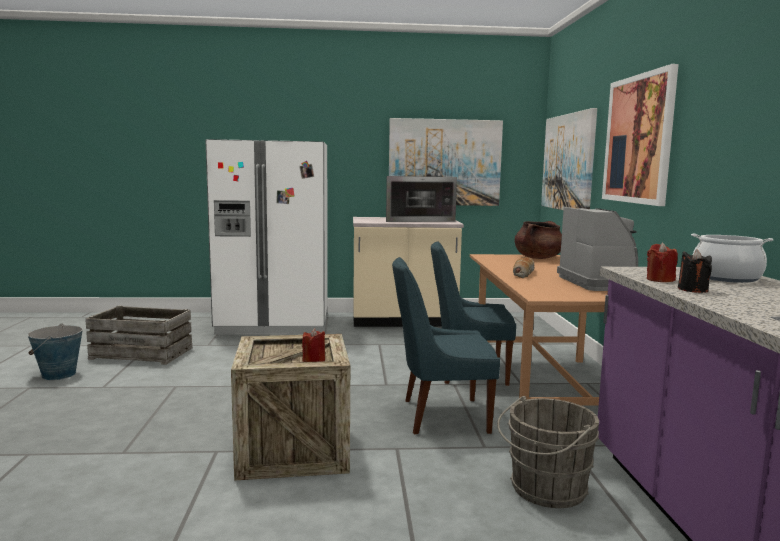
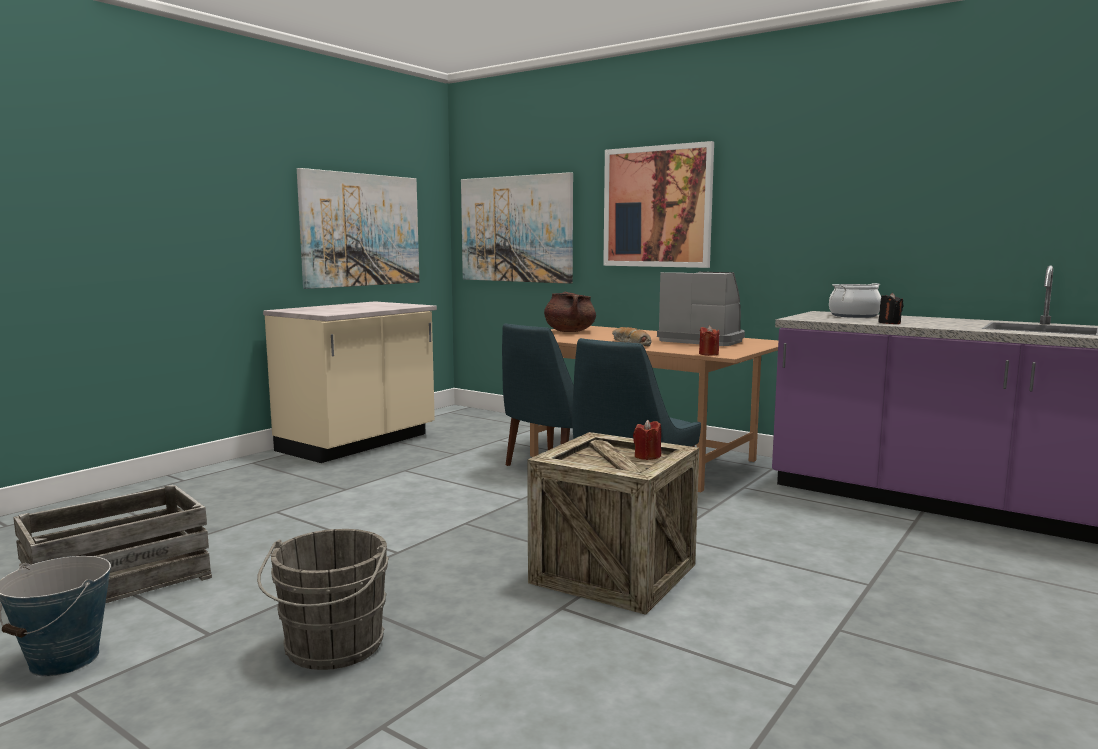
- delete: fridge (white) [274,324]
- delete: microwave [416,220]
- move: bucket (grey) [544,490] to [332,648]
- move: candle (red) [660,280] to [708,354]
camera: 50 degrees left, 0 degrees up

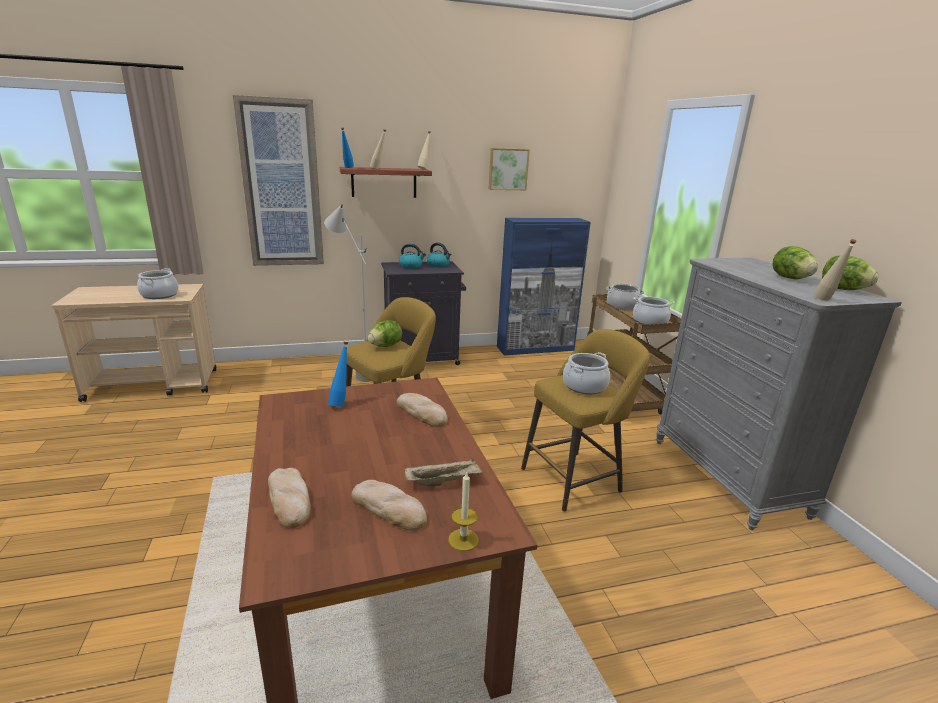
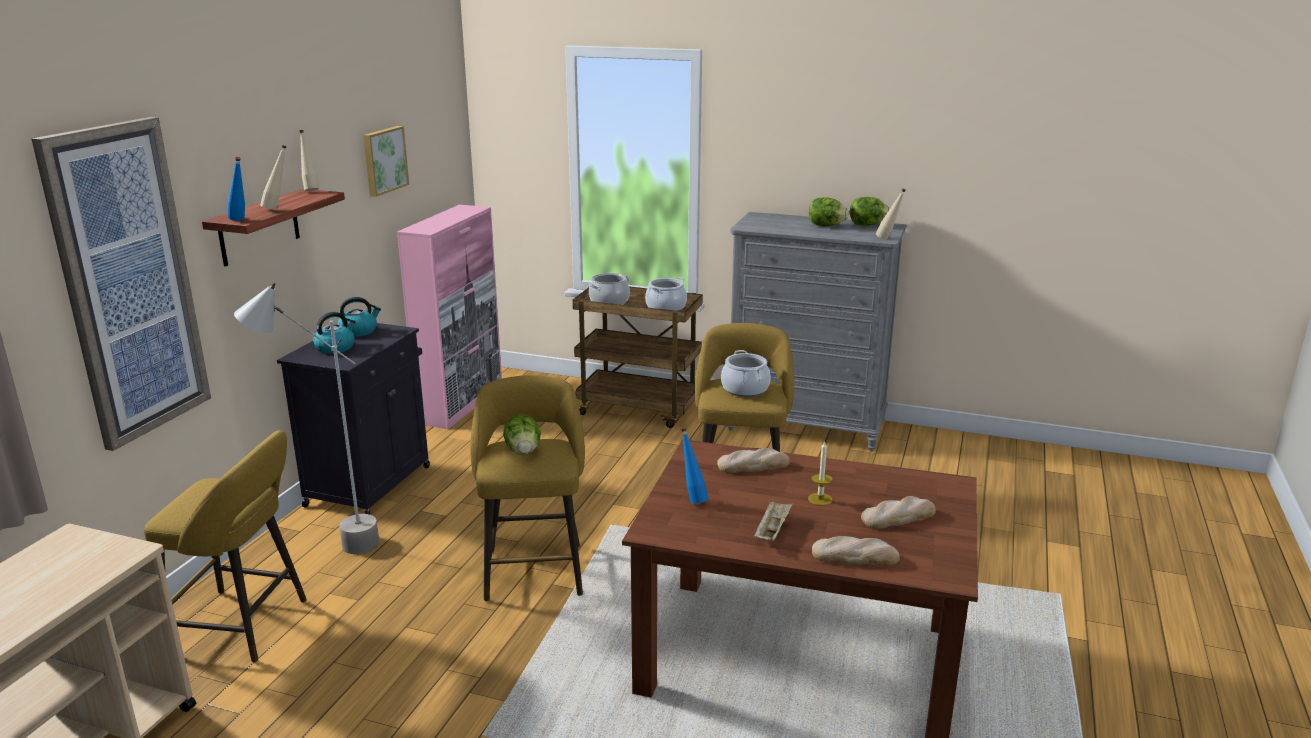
- delete: cooking pot [160,295]
- insert: stool (yellow) [245,626]
- move: tray (beige) [443,481] to [772,531]
- move: candle [463,539] to [820,499]
- recolor: cabinet (blue) [536,348] to cabinet (pink) [461,403]
camera: 55 degrees left, 0 degrees up

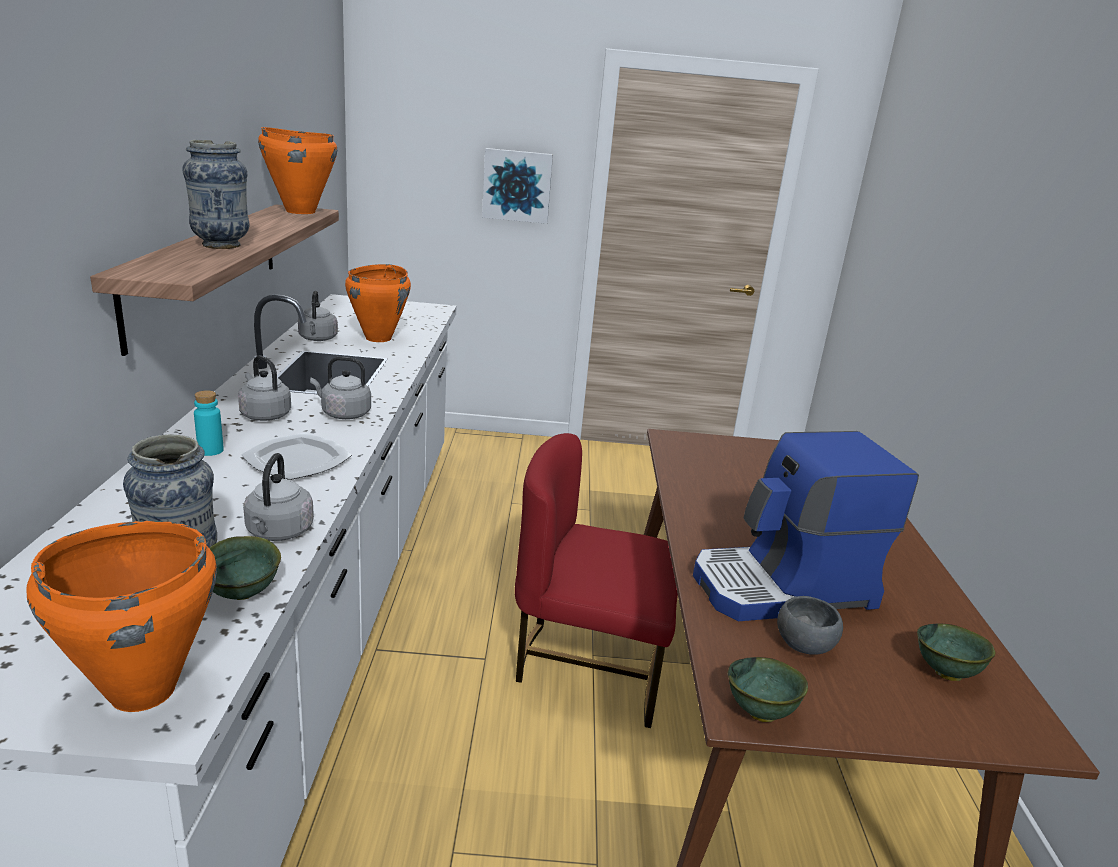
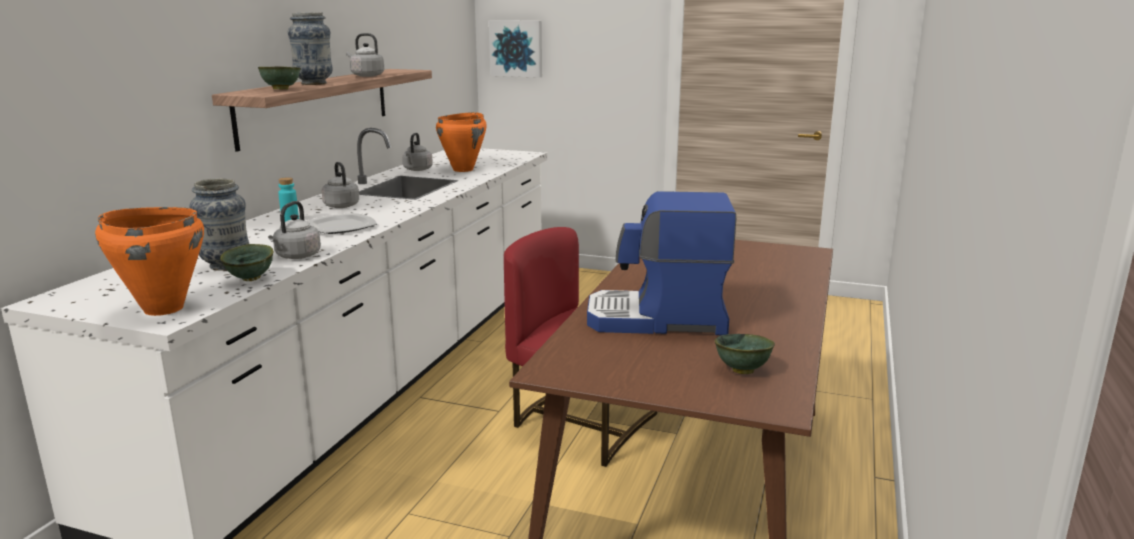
- delete: cooking pot (orange) [300,211]
- delete: bowl (grey) [804,644]
- move: kettle (grey) [343,414] to [366,76]
- move: picture [517,185] to [516,48]
- move: bowl (green) [759,712] to [280,89]
camera: 20 degrees right, 5 degrees down

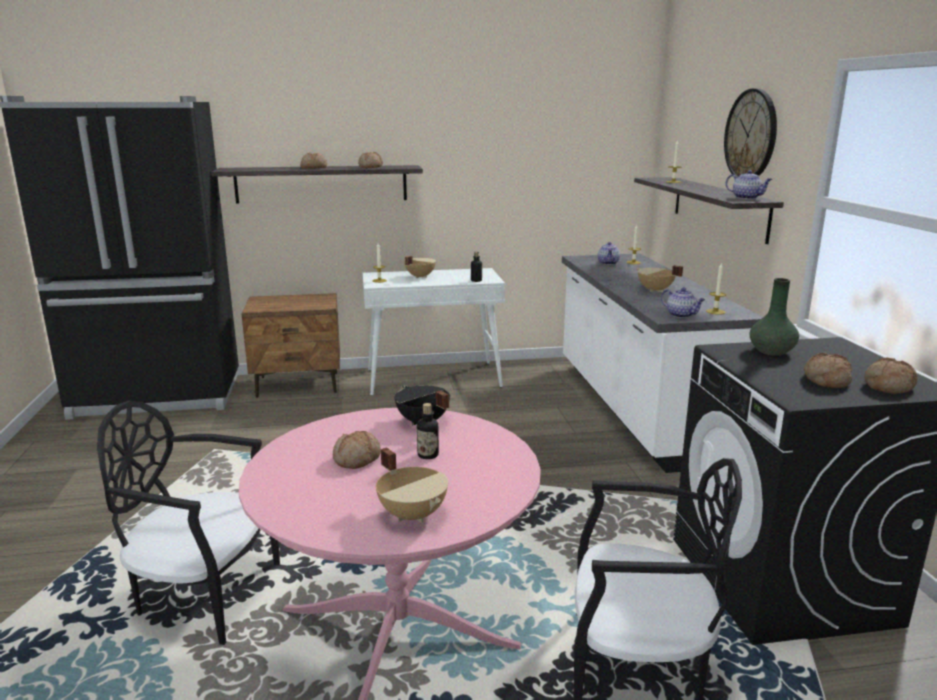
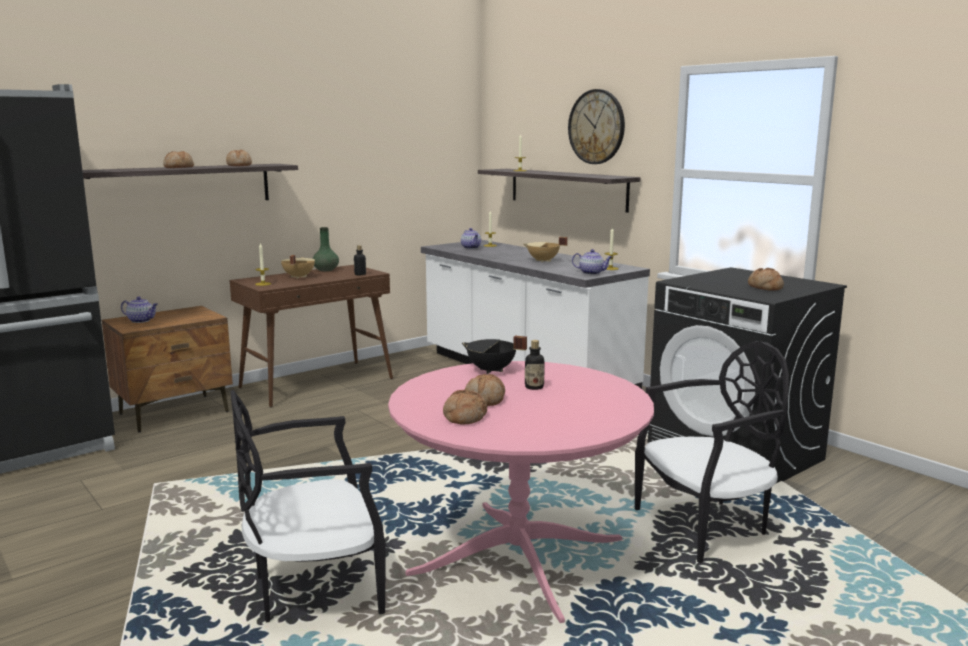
- delete: cooking pot (beige) [413,514]
- move: teapot [747,198] to [141,321]
- move: vase (green) [771,351] to [326,270]
- move: bread [887,386] to [464,417]
- recolor: console table (white) [434,378] to console table (brown) [317,383]
camera: 30 degrees left, 5 degrees down

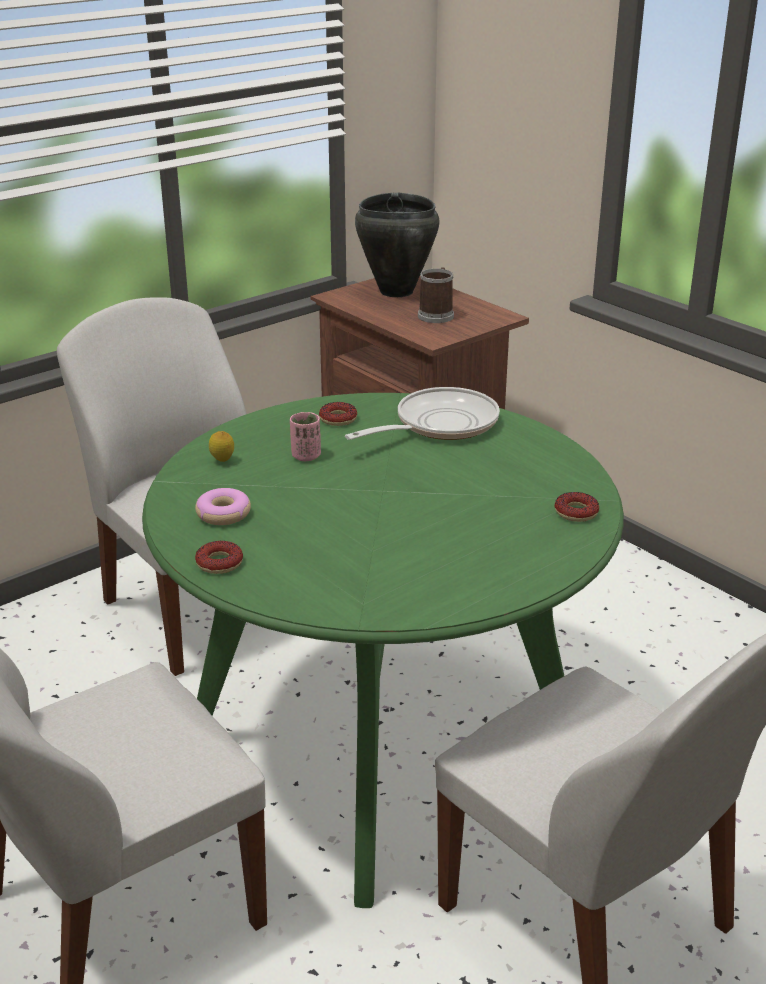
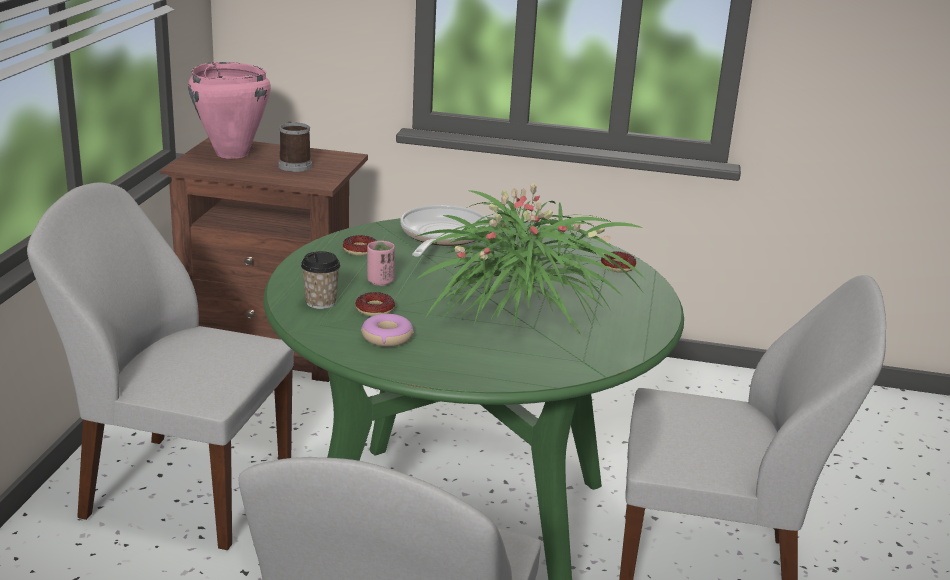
- insert: potted plant [521,307]
- move: donut [219,563] to [374,310]
- replace: lemon [222,461] to cup [320,302]
- recolor: cooking pot (black) [395,292] to cooking pot (pink) [232,154]
camera: 40 degrees left, 5 degrees down

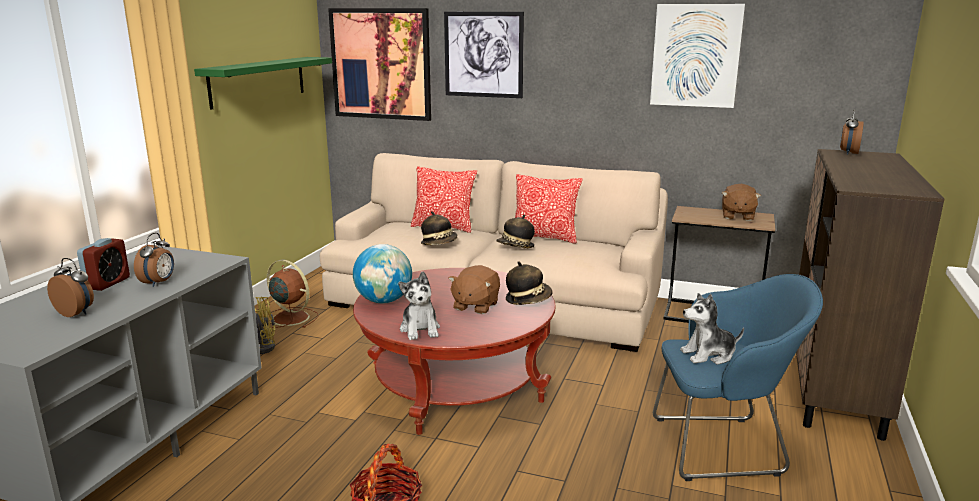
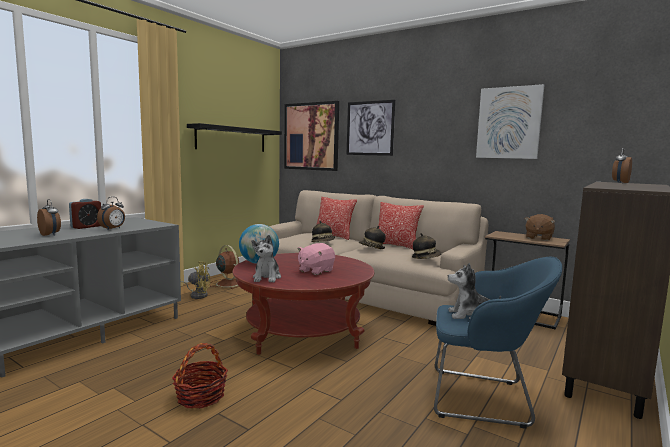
- move: hat [528,299] to [426,258]
- recolor: shelf (green) [258,81] to shelf (black) [232,139]
- recolor: plush toy (brown) [475,306] to plush toy (pink) [315,271]
camera: 15 degrees right, 10 degrees down

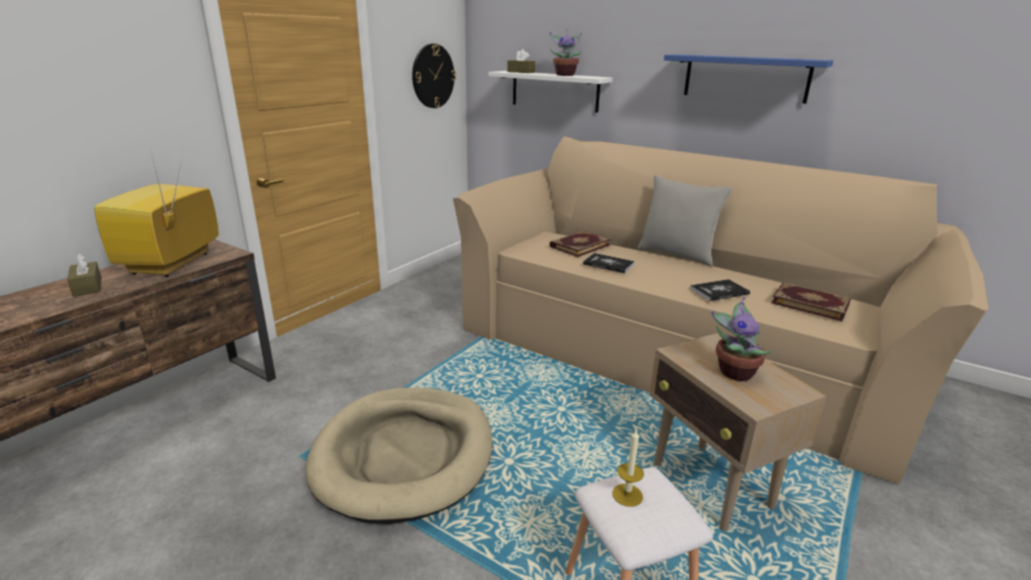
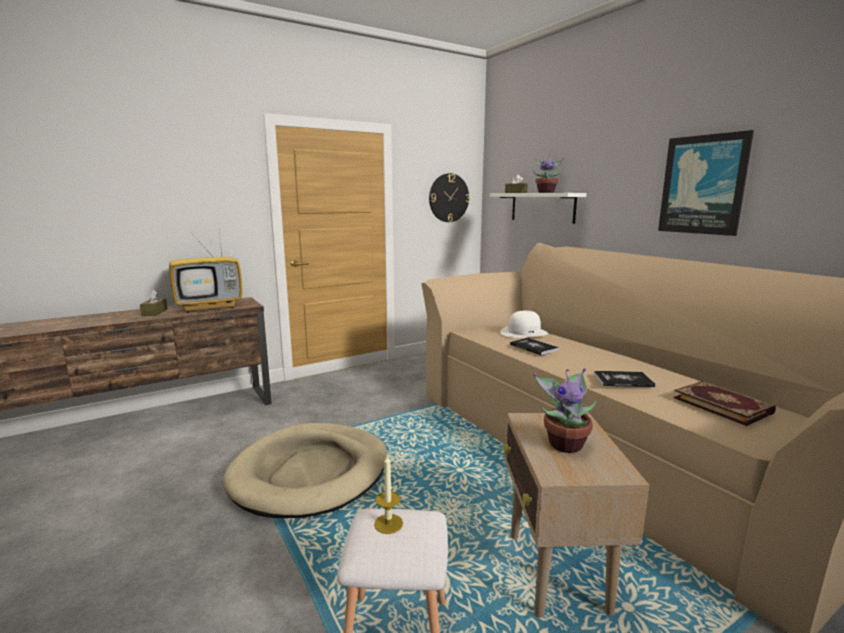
- delete: pillow (grey) [677,254]
- replace: book [579,245] to hat (white) [524,332]
- replace: shelf (blue) [745,78] to picture [703,185]
- rotate: television [172,264] = [210,307] 150 degrees counterclockwise
camera: 25 degrees right, 10 degrees down

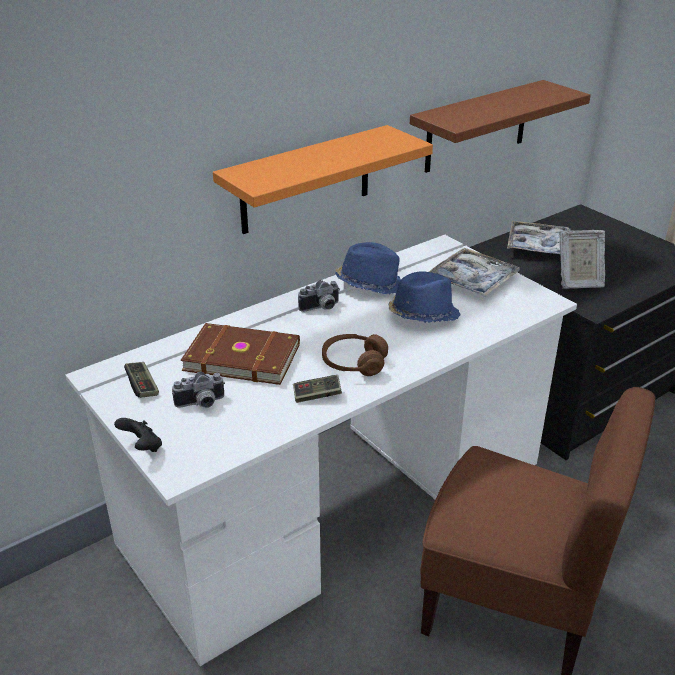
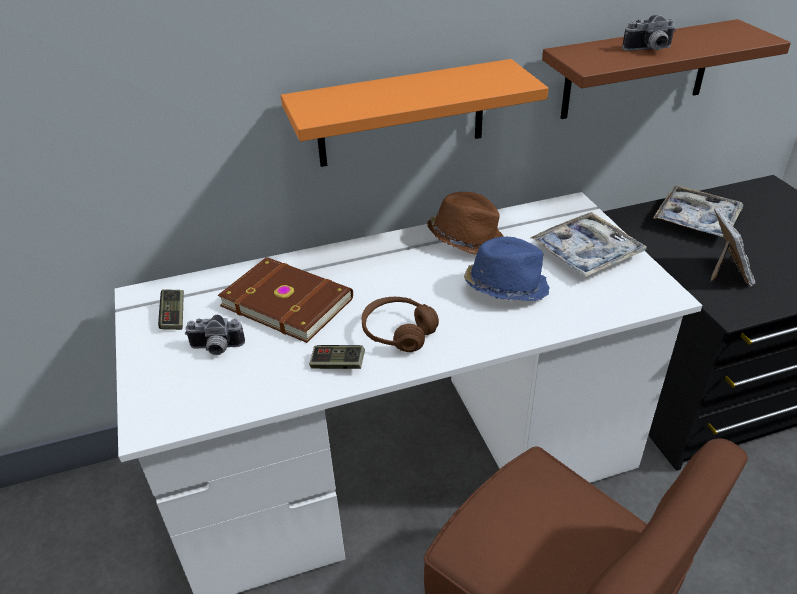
- delete: game controller (black) [142,447]
- move: photo camera [321,308] to [649,50]
- recolor: hat (blue) [369,284] to hat (brown) [466,239]
- rotate: picture frame [578,282] = [726,273] 105 degrees counterclockwise
camera: 20 degrees right, 5 degrees up

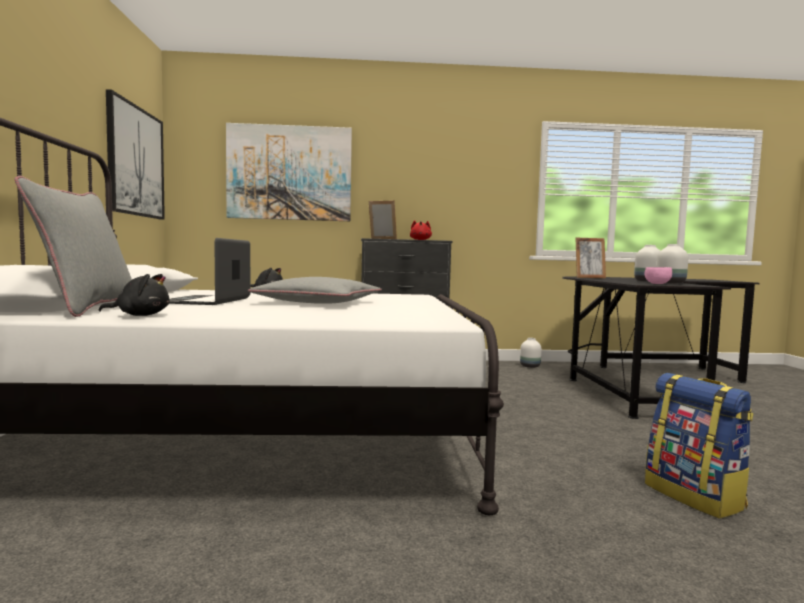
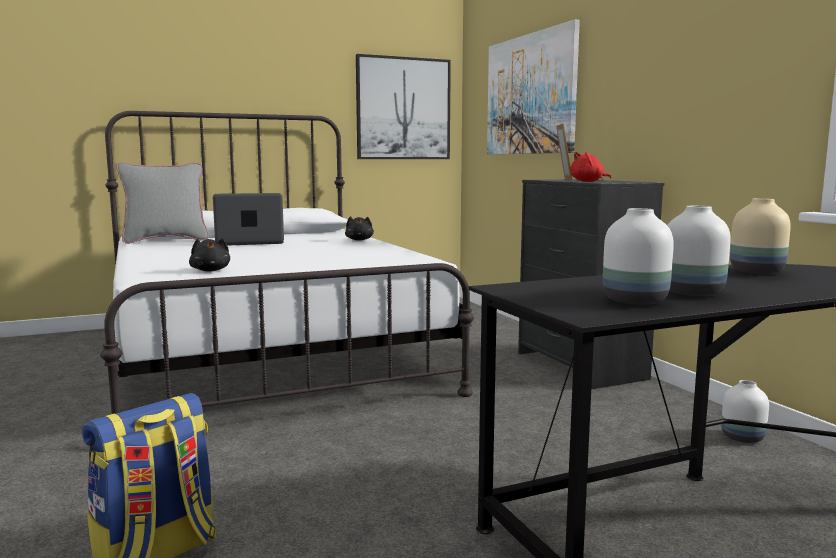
- delete: pillow (grey) [318,302]
- delete: bowl (pink) [656,283]
- move: plush toy (black) [140,315] to [210,270]
- replace: picture frame [589,277] to vase (beige) [758,272]
camera: 70 degrees right, 5 degrees up

